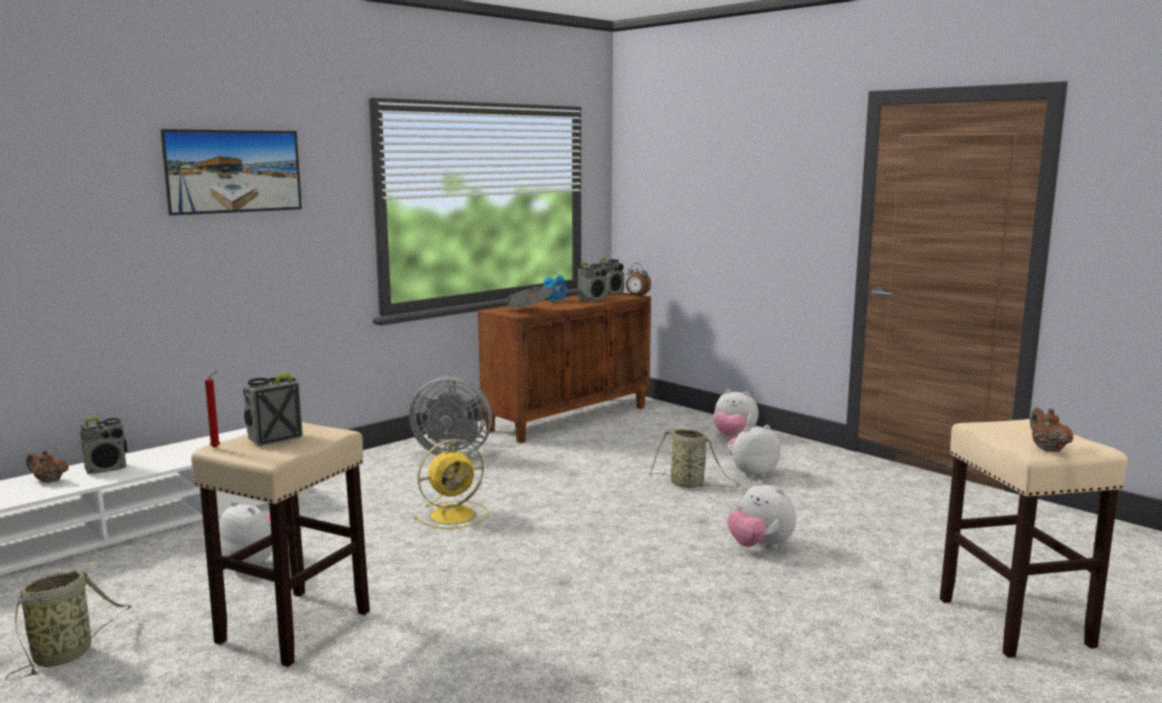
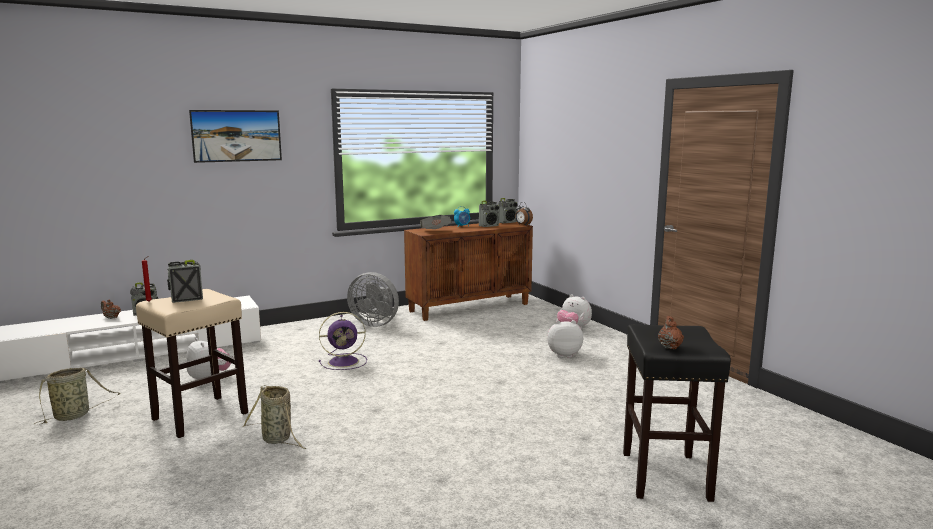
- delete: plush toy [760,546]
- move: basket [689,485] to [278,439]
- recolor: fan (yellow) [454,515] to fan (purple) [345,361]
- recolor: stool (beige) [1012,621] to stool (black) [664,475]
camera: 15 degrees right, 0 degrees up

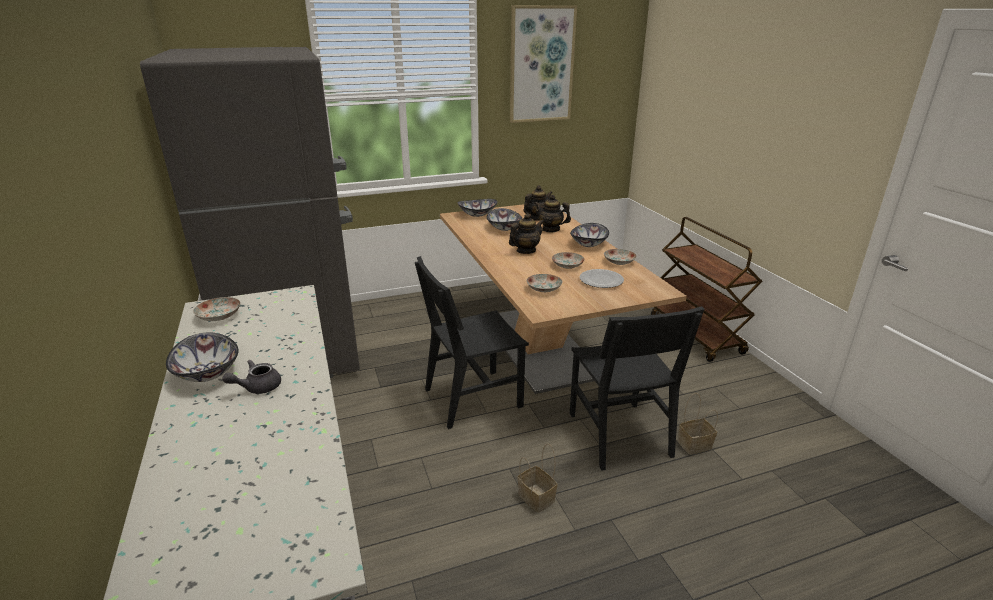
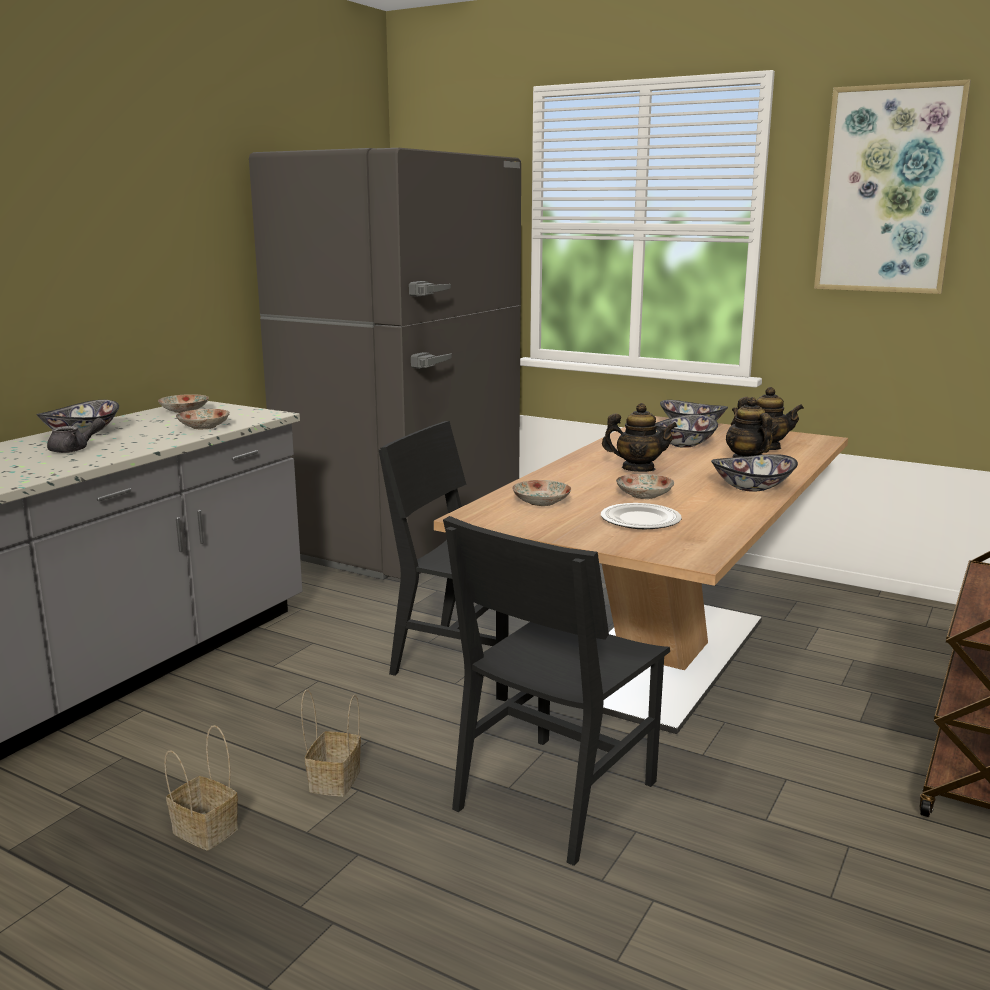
- move: plate [618,262] to [203,427]
- move: basket [694,445] to [203,830]
- rotate: teapot (grey) [257,387] = [75,449] 135 degrees clockwise
camera: 50 degrees right, 10 degrees down

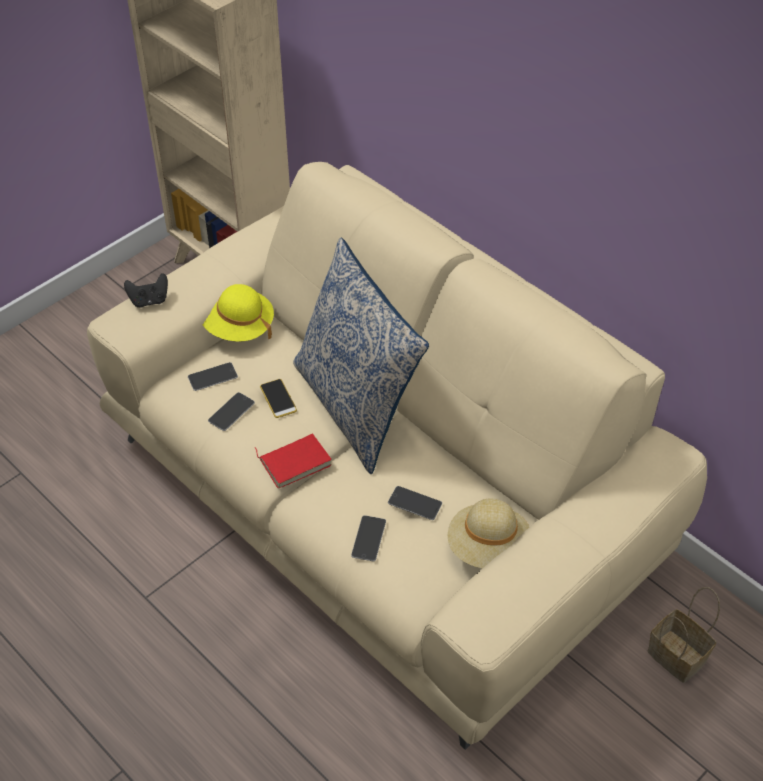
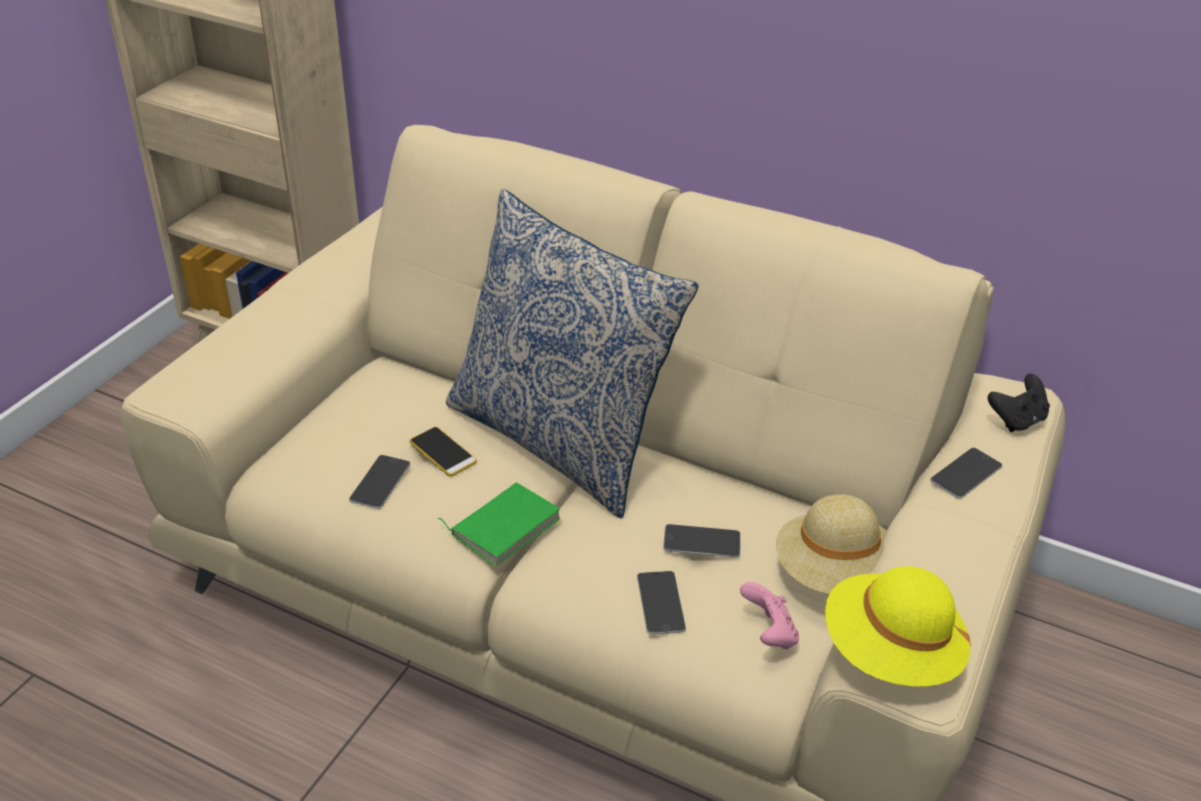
- delete: basket [679,656]
- insert: game controller (pink) [769,633]
- move: game controller (black) [149,300] to [1016,420]
- move: phone [212,377] to [966,473]
- move: hat (yellow) [238,327] to [890,652]
- recolor: book (red) [295,461] to book (green) [504,525]
camera: 20 degrees left, 10 degrees down

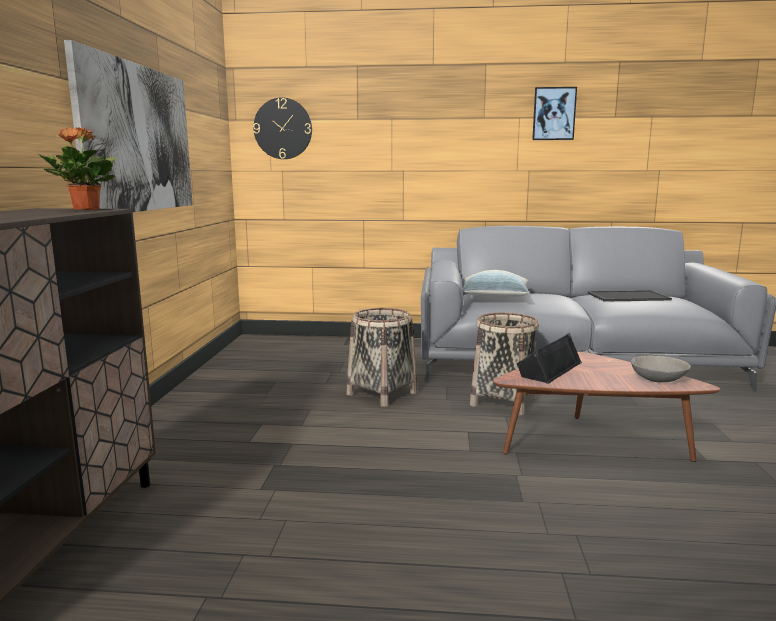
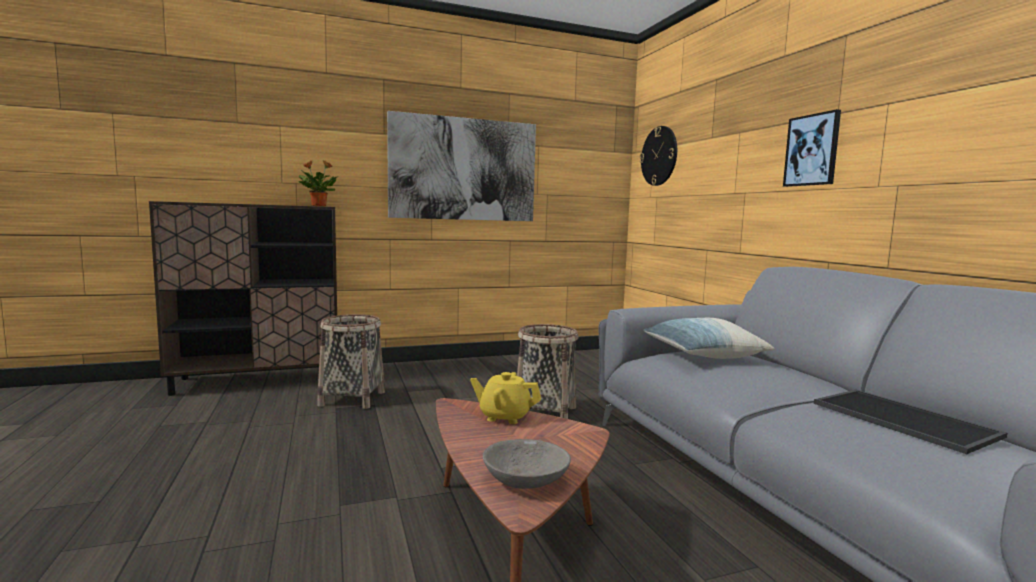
- move: basket [503,401] to [352,398]
- move: picture [554,114] to [812,150]
- replace: speaker (black) [548,369] to teapot (yellow) [504,416]
camera: 65 degrees right, 5 degrees down

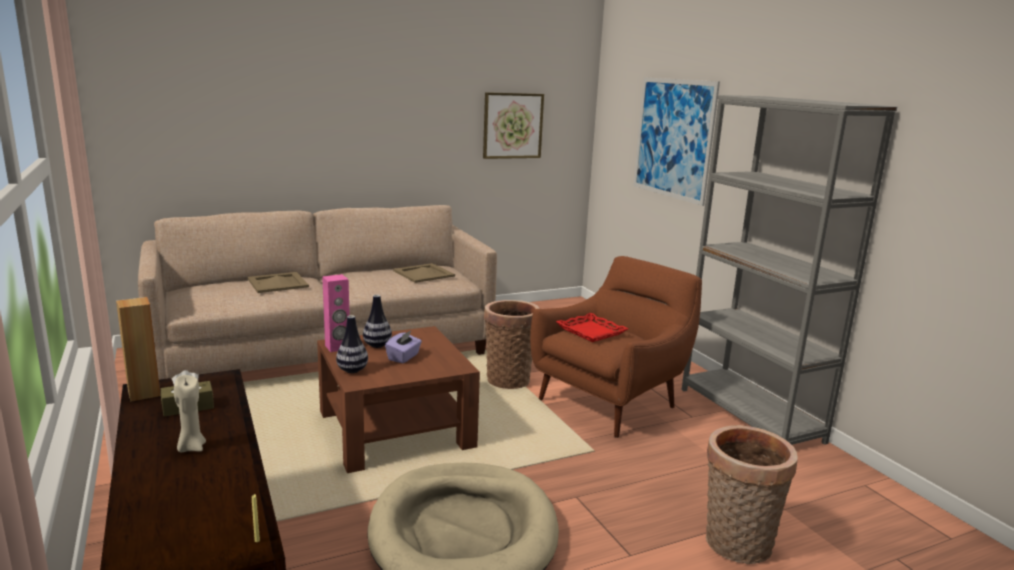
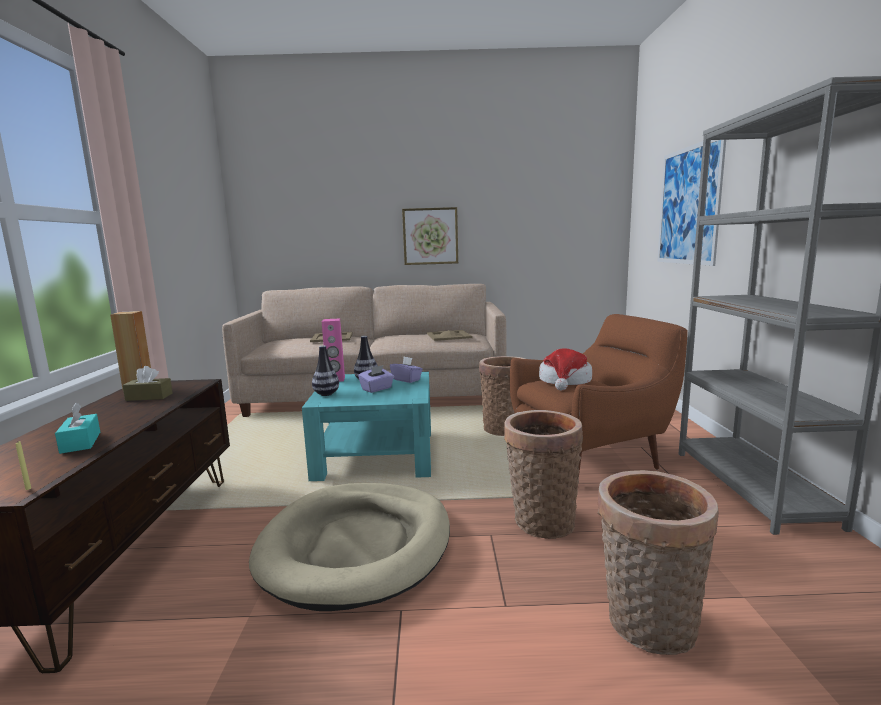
- delete: candle (beige) [191,447]
- insert: tissue box (turquoise) [80,442]
- insert: tissue box (purple) [406,379]
- insert: basket [540,520]
- move: picture [512,125] to [430,236]
- replace: tray (red) [591,331] to hat [565,381]
- recolor: coffee table (brown) [395,429] to coffee table (turquoise) [376,455]
camera: 25 degrees right, 5 degrees down

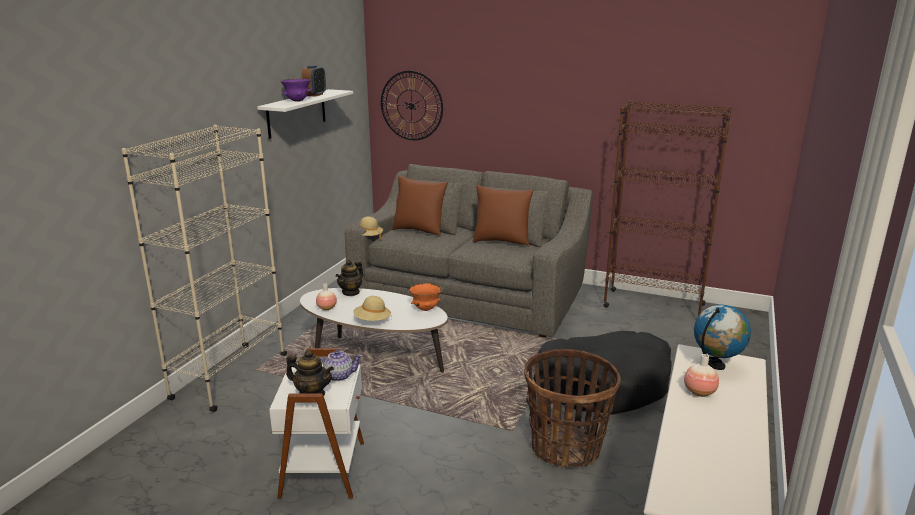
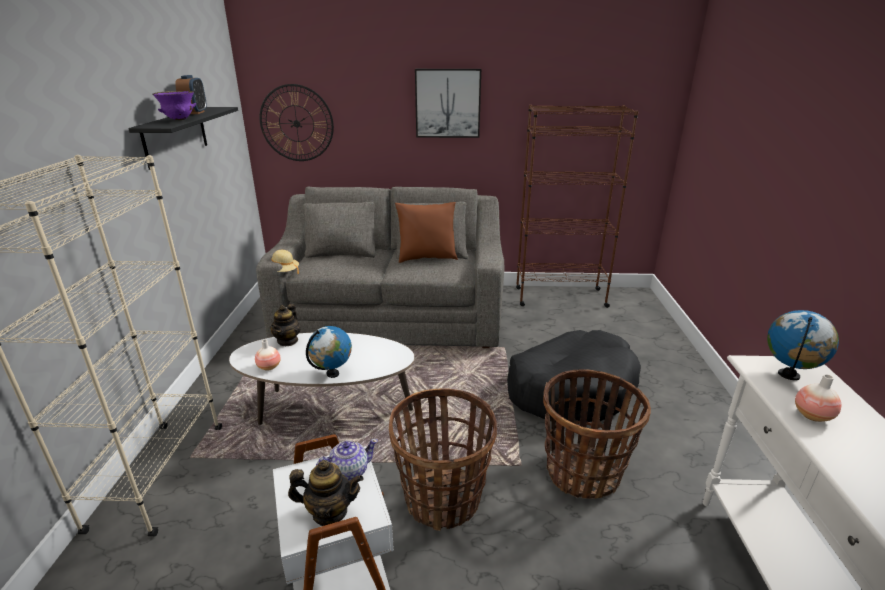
- delete: pillow (brown) [419,230]
- delete: bowl (orange) [425,309]
- insert: basket [443,499]
- insert: picture [448,103]
- replace: hat (beige) [372,321] to globe [332,374]
- recolor: shelf (white) [297,113] to shelf (black) [176,136]
camera: 20 degrees left, 5 degrees up

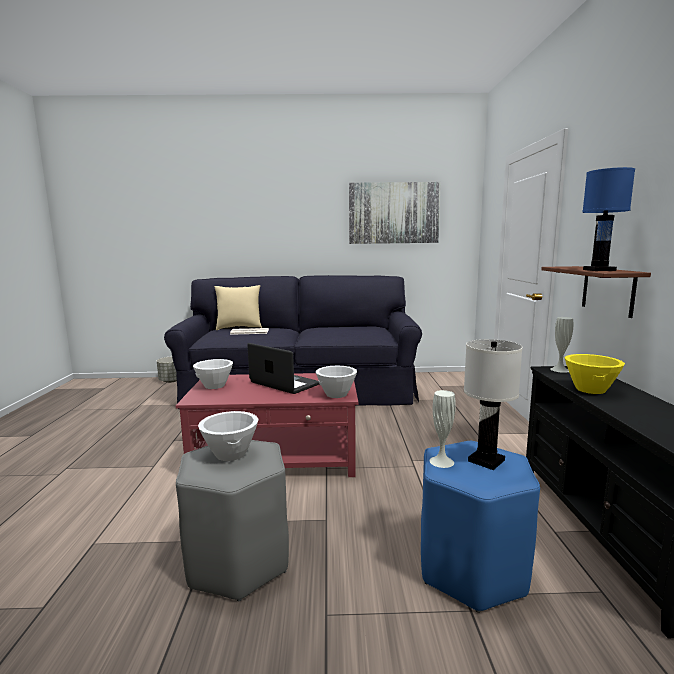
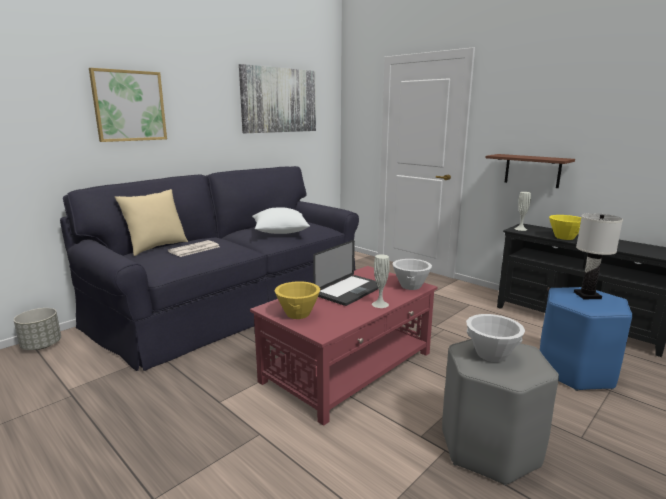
- delete: table lamp (blue) [598,270]
- insert: picture [129,106]
- insert: pillow (white) [280,232]
- move: vase (white) [441,461] to [380,304]
- recolor: bowl (white) [214,386] to bowl (yellow) [297,314]
- rotate: laptop [284,383] = [349,291] 135 degrees clockwise
camera: 45 degrees left, 5 degrees up

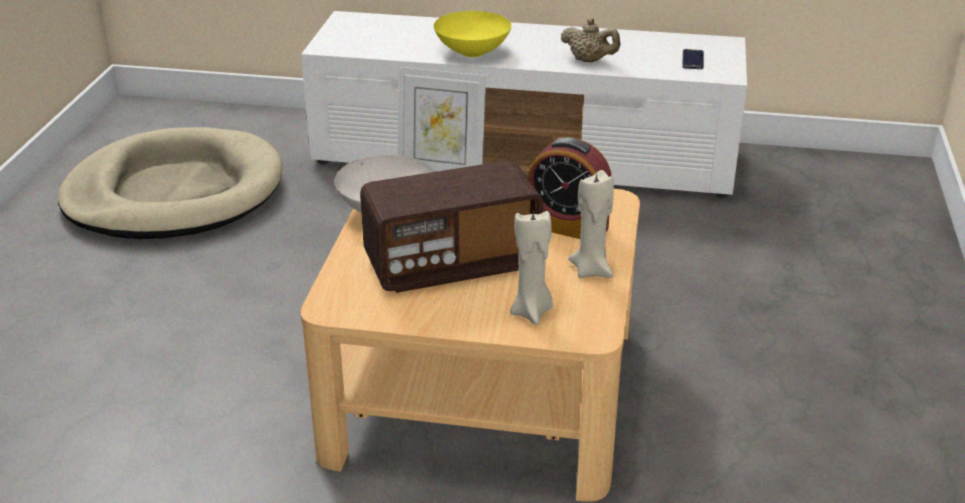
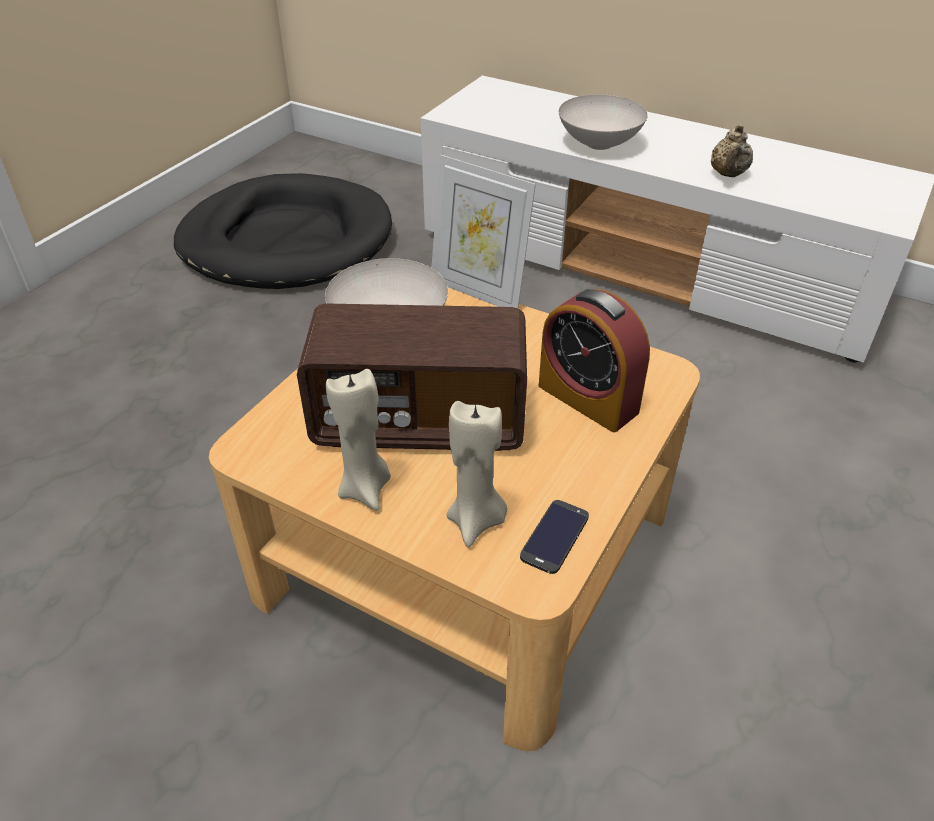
- move: candle (beige) [591,270] to [366,488]
- move: phone [692,60] to [554,536]
- recolor: dog bed (beige) [174,193] to dog bed (black) [286,240]
- recolor: bowl (yellow) [473,52] to bowl (white) [600,144]
- rotate: teapot (beige) [589,60] = [728,174] 60 degrees clockwise
camera: 20 degrees right, 10 degrees up

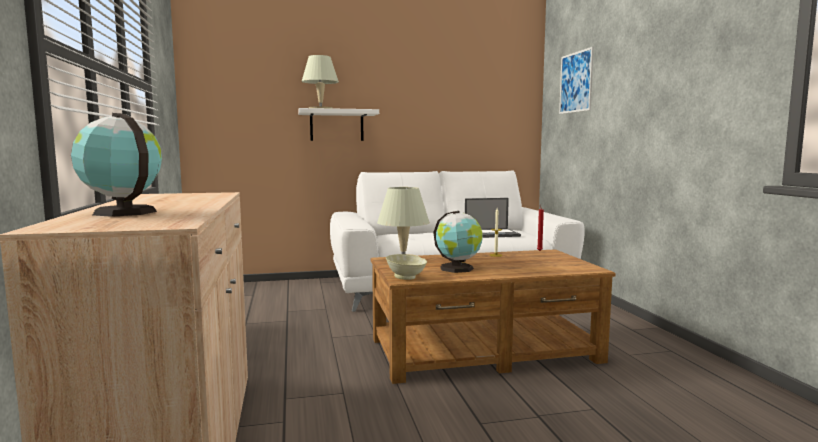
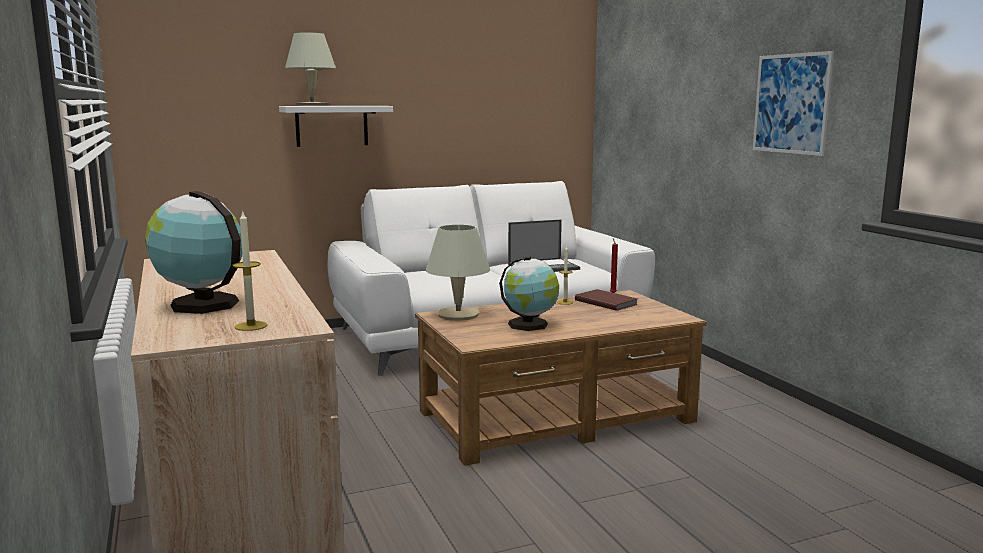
- delete: bowl (beige) [406,278]
- insert: candle [251,326]
- insert: book (brown) [606,302]
- move: picture [576,82] to [791,103]
camera: 10 degrees left, 5 degrees up

